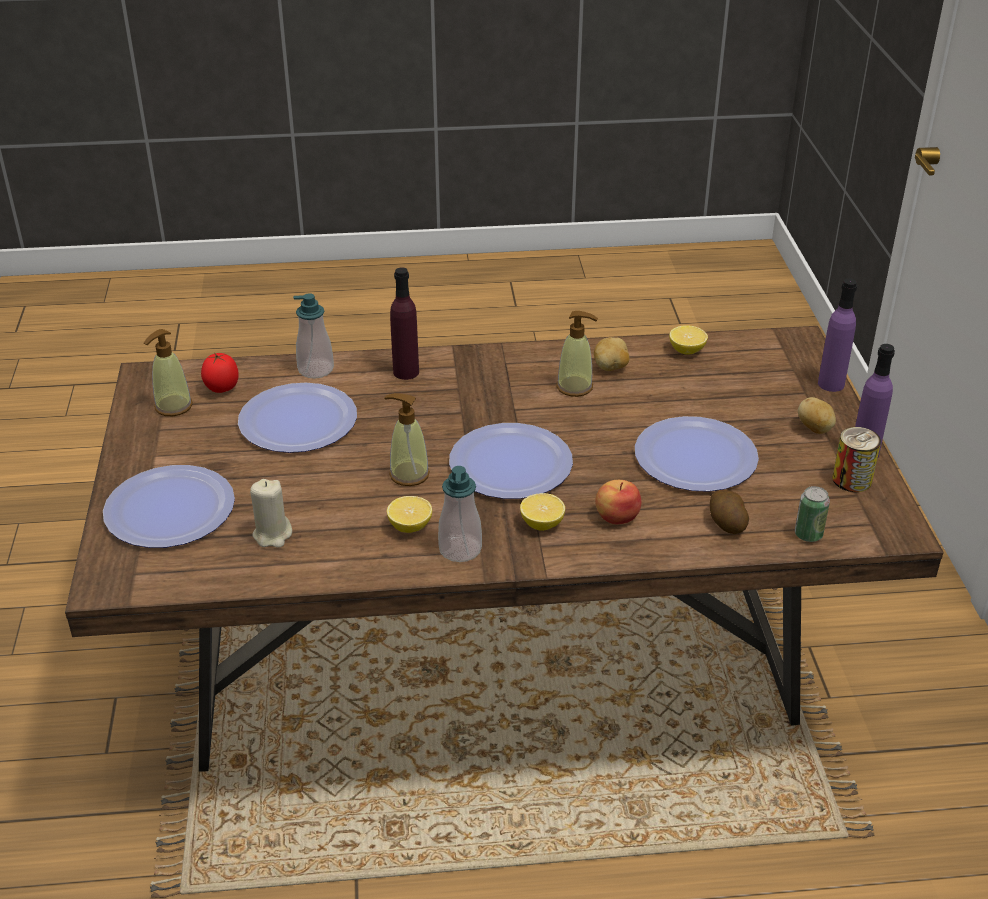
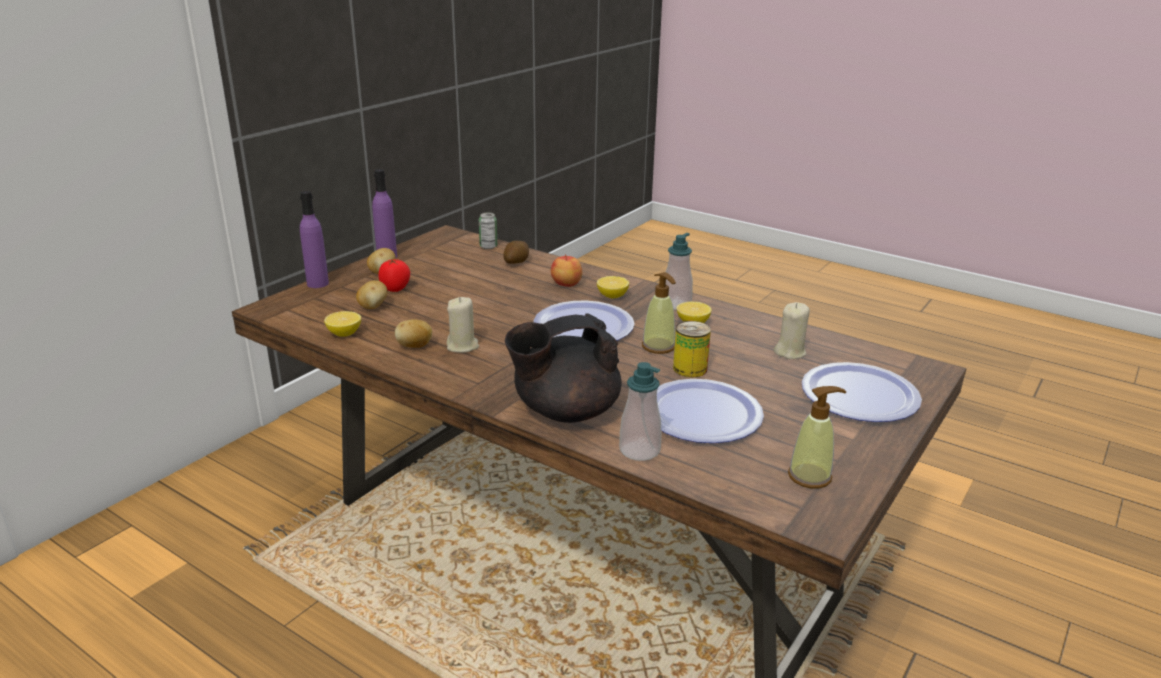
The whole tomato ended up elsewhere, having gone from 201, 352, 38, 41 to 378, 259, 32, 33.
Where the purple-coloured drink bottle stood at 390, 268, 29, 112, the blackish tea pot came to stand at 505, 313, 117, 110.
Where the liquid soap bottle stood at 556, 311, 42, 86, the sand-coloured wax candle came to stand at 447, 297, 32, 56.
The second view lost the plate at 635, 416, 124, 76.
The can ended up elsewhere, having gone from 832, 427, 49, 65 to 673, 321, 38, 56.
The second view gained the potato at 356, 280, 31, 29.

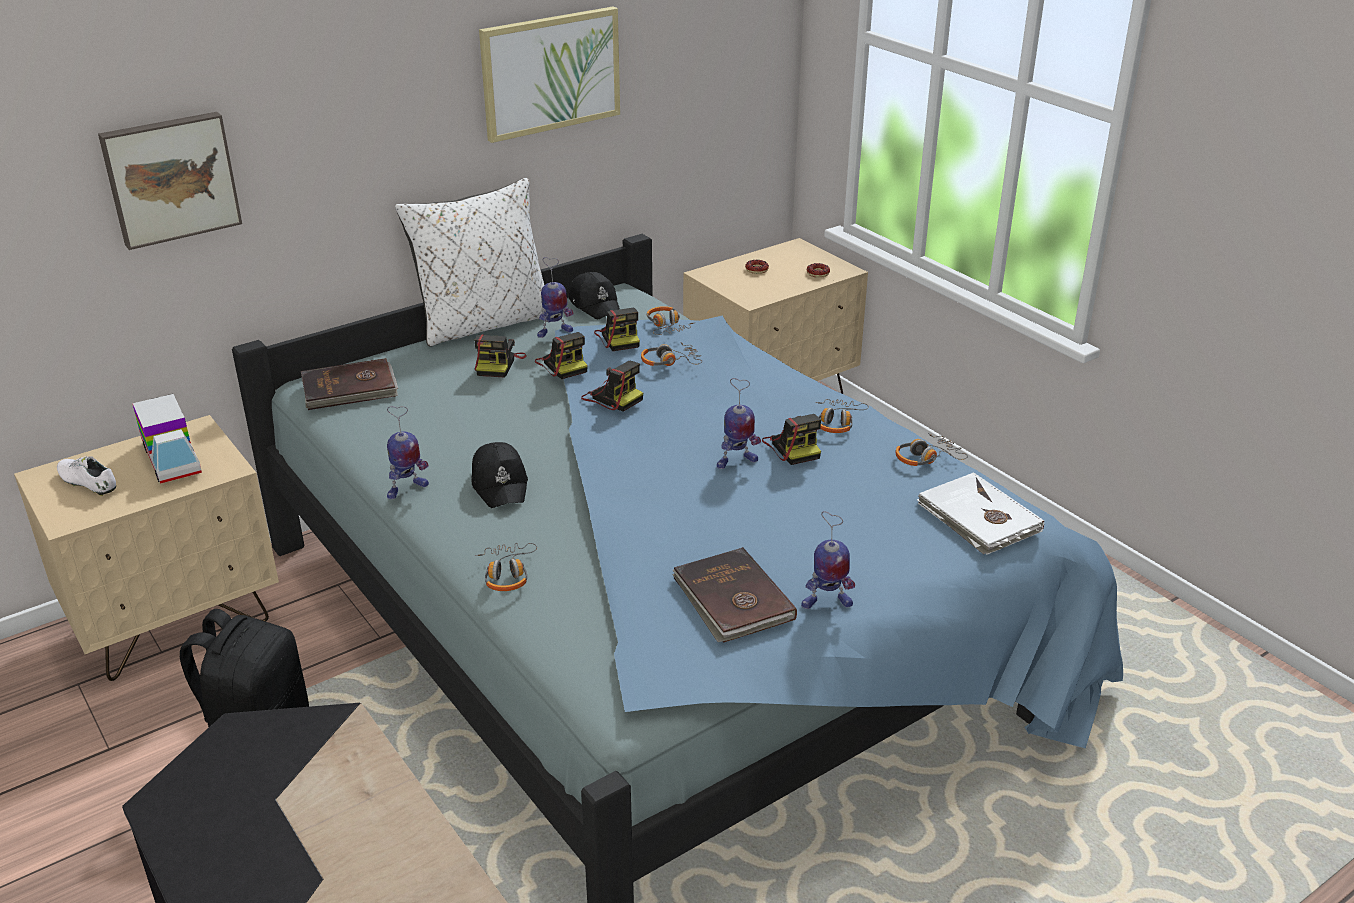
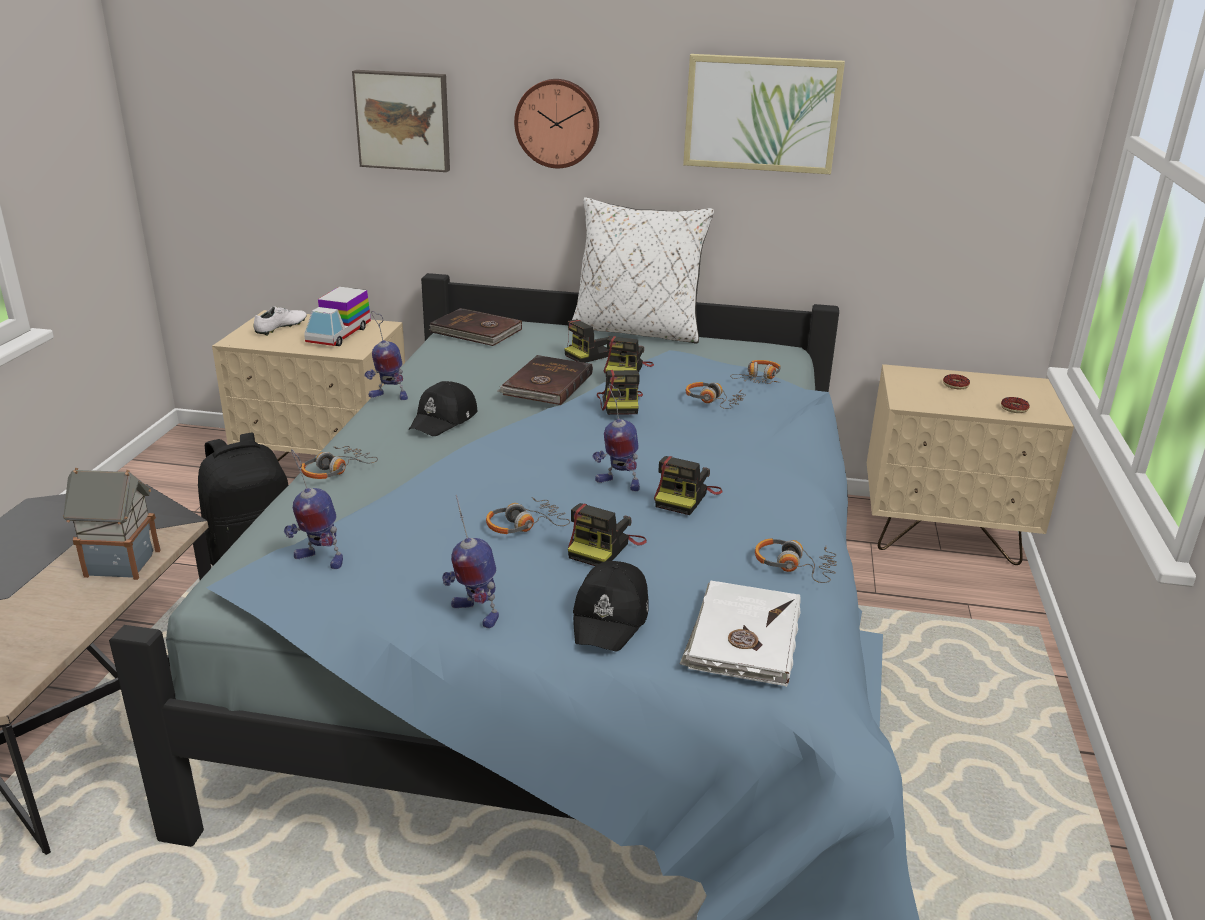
The white-coloured low shoe at 57, 456, 59, 40 ended up facing another way, 45 degrees clockwise from before.
The toy robot ended up elsewhere, having gone from 537, 257, 36, 81 to 284, 449, 59, 120.
The blackish peaked cap ended up elsewhere, having gone from 569, 272, 51, 47 to 573, 561, 76, 90.
The photo camera ended up elsewhere, having gone from 594, 308, 46, 43 to 568, 503, 79, 63.
The brown-coloured volume ended up elsewhere, having gone from 672, 547, 125, 96 to 497, 355, 96, 50.
The pair of headphones ended up elsewhere, having gone from 815, 399, 54, 34 to 486, 497, 84, 37.
The second view gained the miniature house at 63, 468, 98, 112.
The second view gained the clock on the wall at 514, 79, 85, 89.

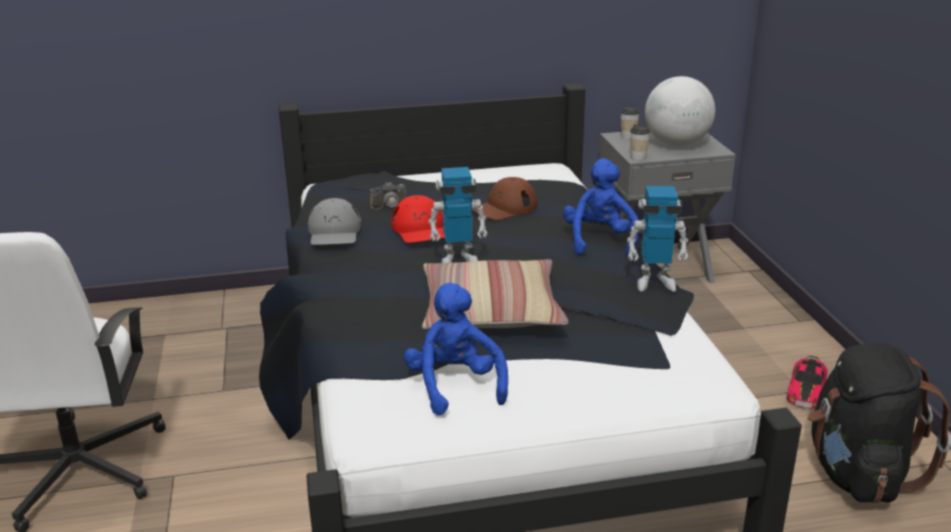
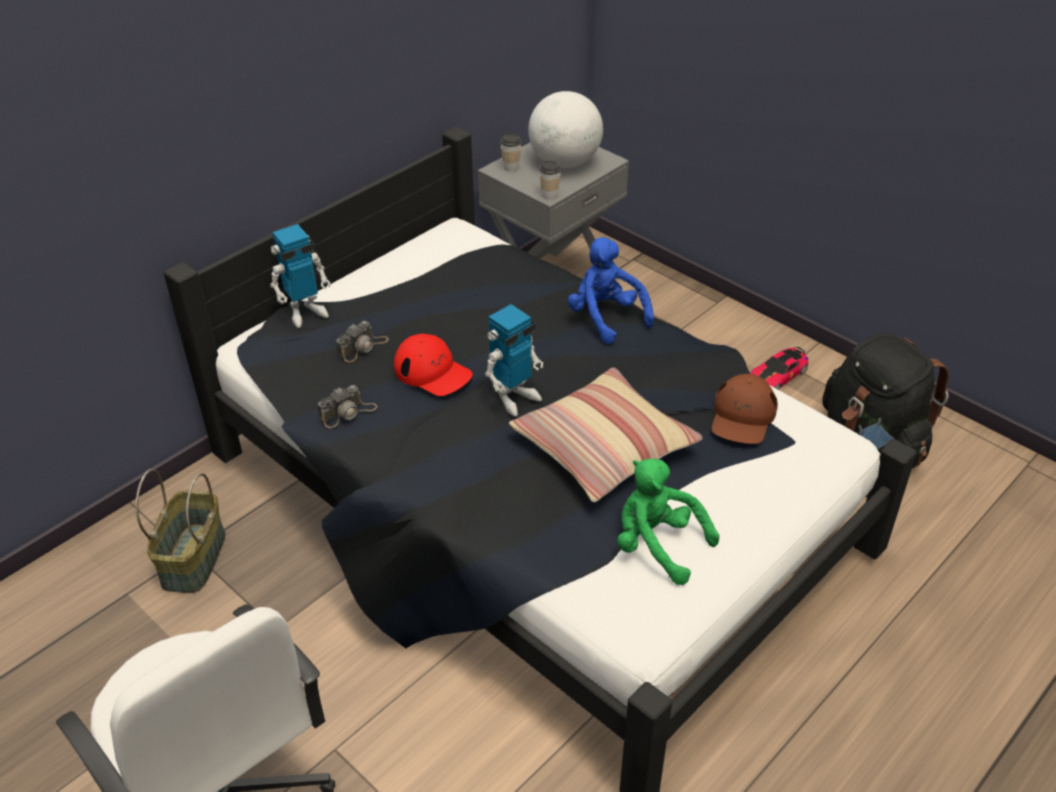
Where the grey peaked cap stood at 308, 198, 53, 47, the photo camera came to stand at 318, 385, 59, 43.
What was the bluish soft toy at 404, 283, 104, 133 turned into the green soft toy at 617, 458, 103, 127.
The brown-coloured peaked cap ended up elsewhere, having gone from 473, 177, 64, 43 to 712, 374, 66, 70.
The toy robot ended up elsewhere, having gone from 627, 186, 62, 106 to 270, 224, 61, 104.
The toy car at 787, 356, 41, 52 ended up facing another way, 60 degrees clockwise from before.
The second view gained the storage basket at 135, 469, 91, 124.

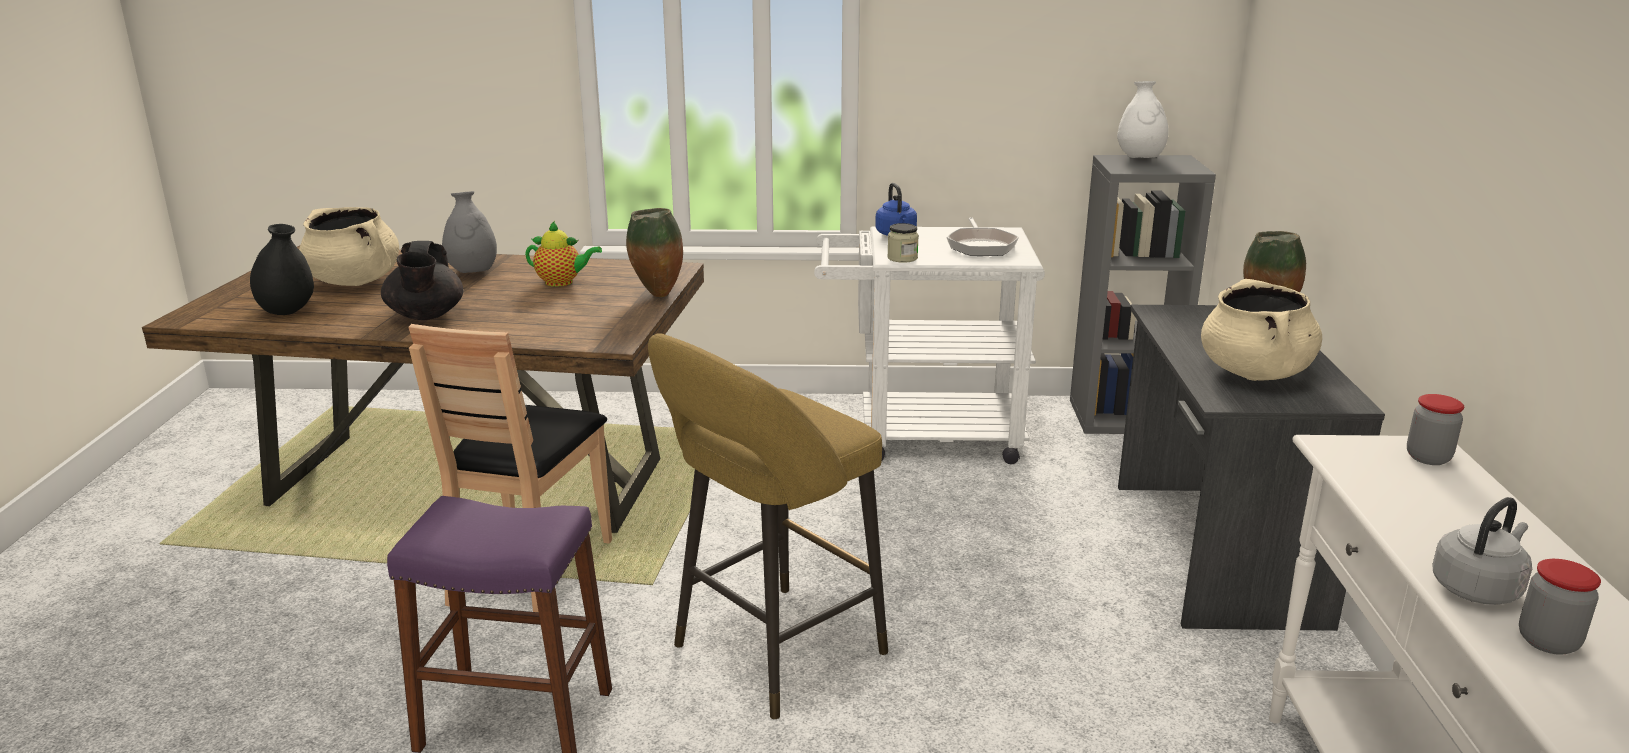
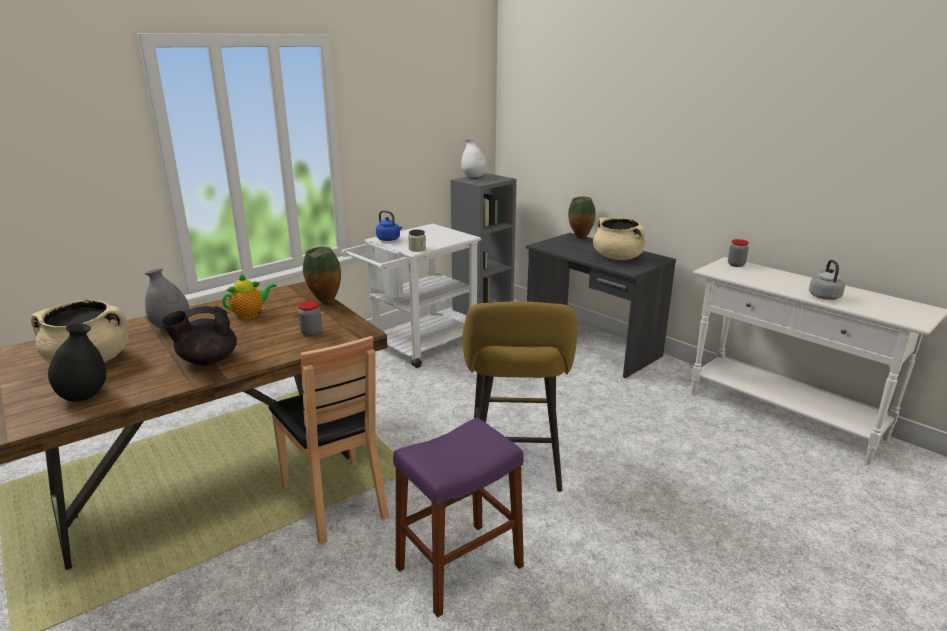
The blackish tea pot at 381, 241, 82, 79 ended up facing another way, 120 degrees clockwise from before.
The second view lost the frying pan at 946, 217, 73, 39.
The jar ended up elsewhere, having gone from 1519, 559, 82, 96 to 298, 301, 24, 35.

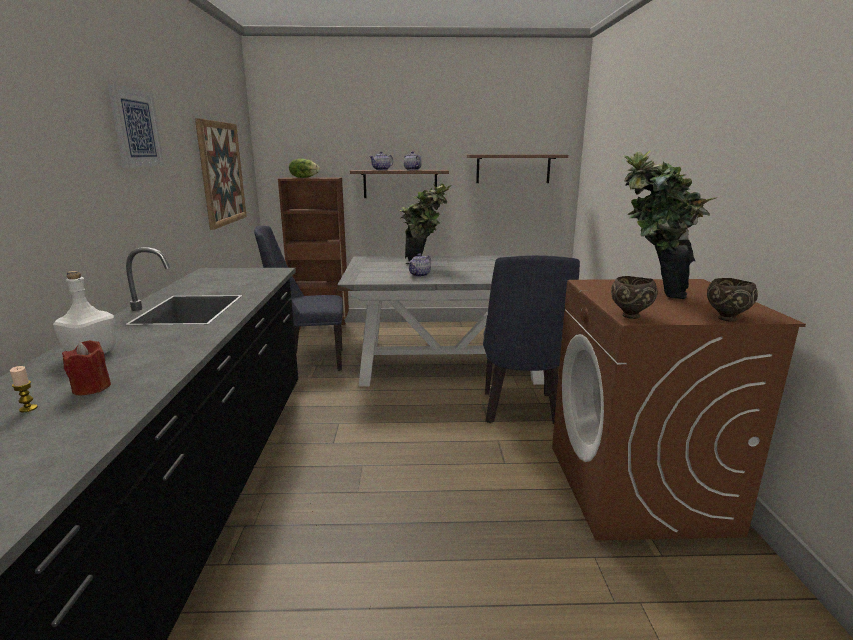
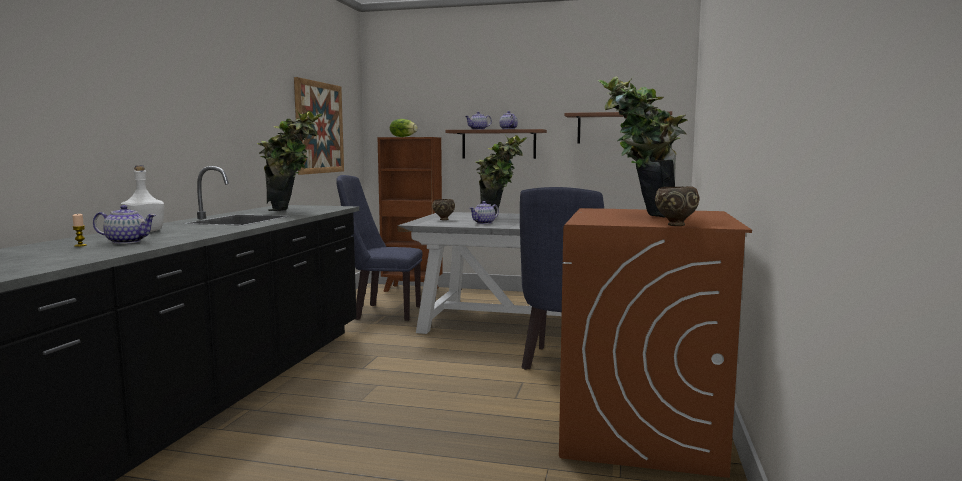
Where the red wax candle stood at 62, 340, 49, 55, the tea pot came to stand at 93, 205, 63, 39.
The second view lost the wall art at 108, 85, 56, 83.
The brown-coloured bowl ended up elsewhere, having gone from 611, 276, 47, 43 to 432, 199, 23, 21.
The second view gained the houseplant at 257, 110, 65, 101.

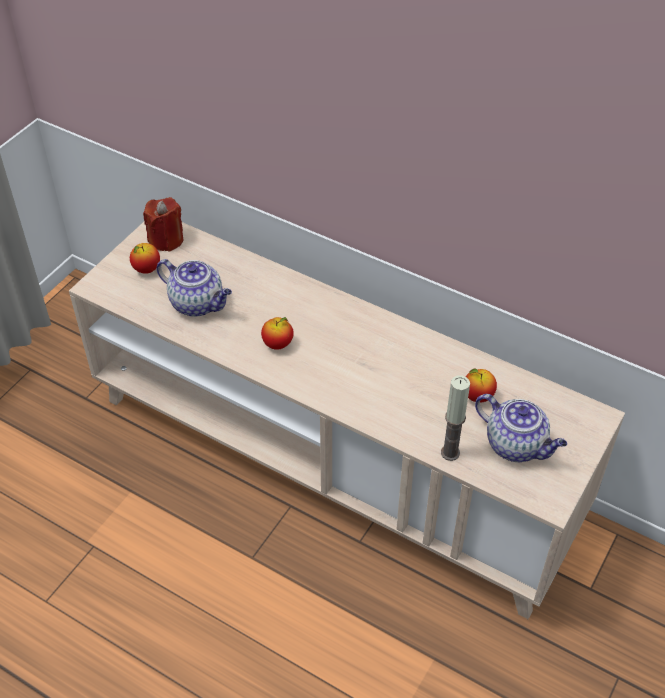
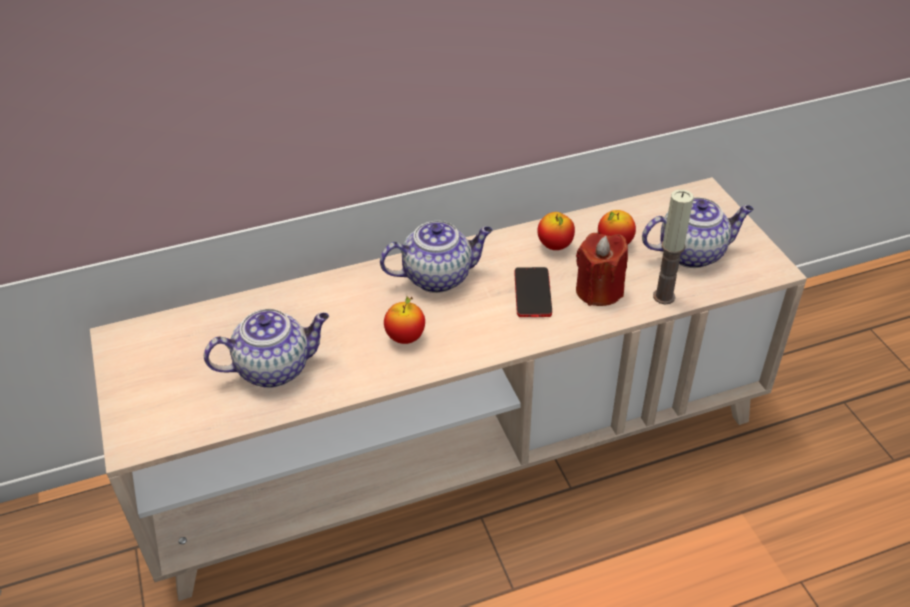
The apple fruit ended up elsewhere, having gone from 130, 243, 30, 31 to 537, 212, 38, 38.
The red wax candle ended up elsewhere, having gone from 143, 197, 40, 55 to 576, 233, 52, 73.
The second view gained the tea pot at 380, 221, 113, 72.
The second view gained the phone at 514, 267, 38, 50.

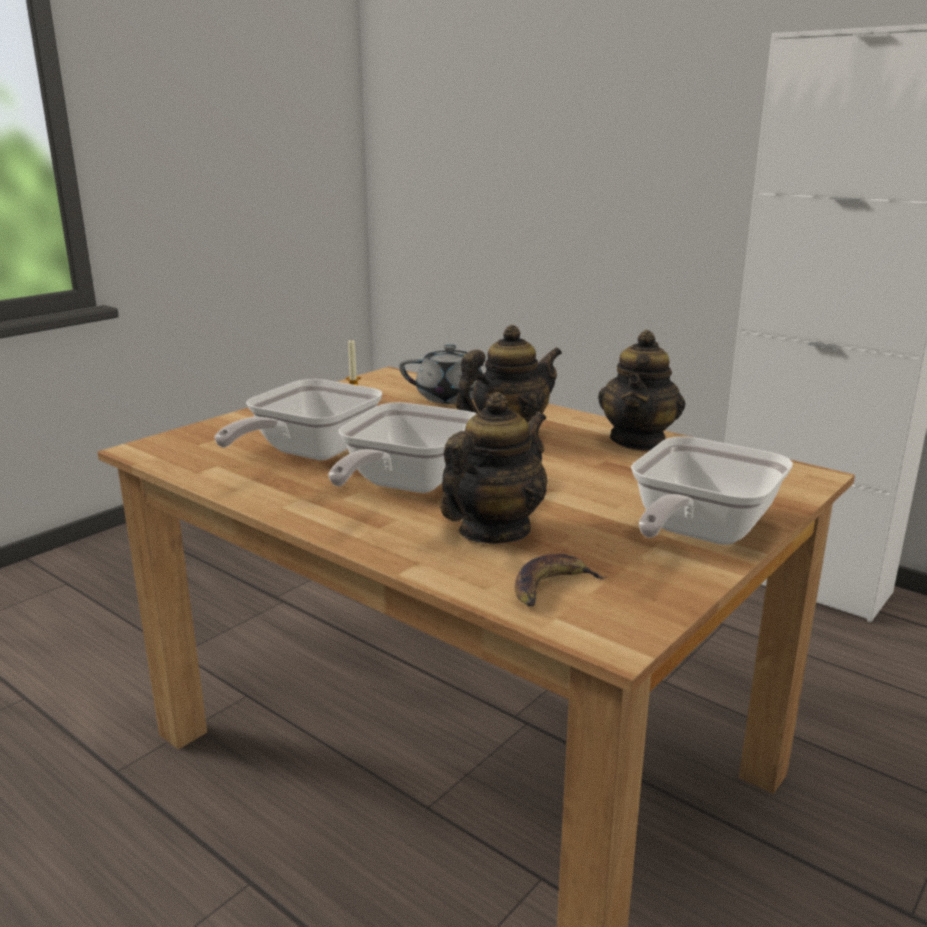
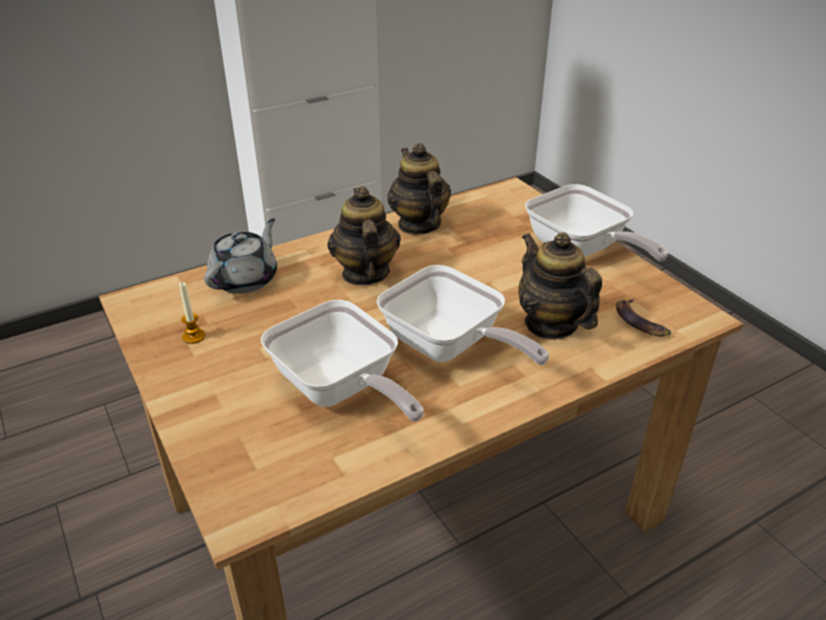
The tea pot at 598, 330, 88, 121 ended up facing another way, 150 degrees counterclockwise from before.

